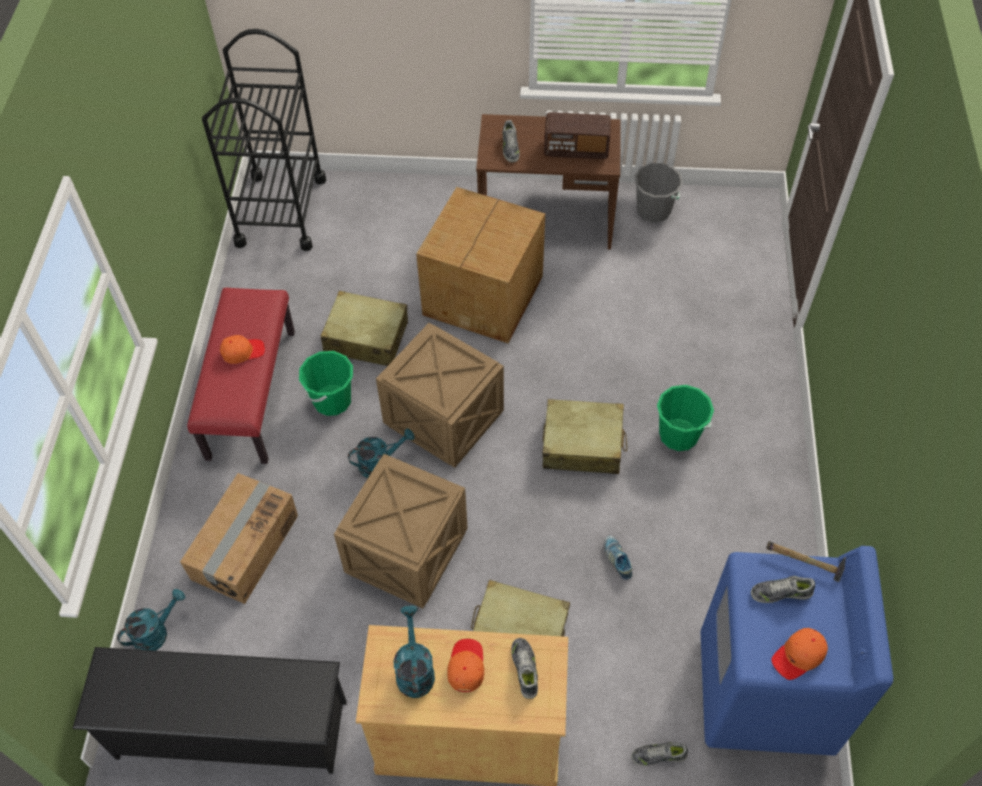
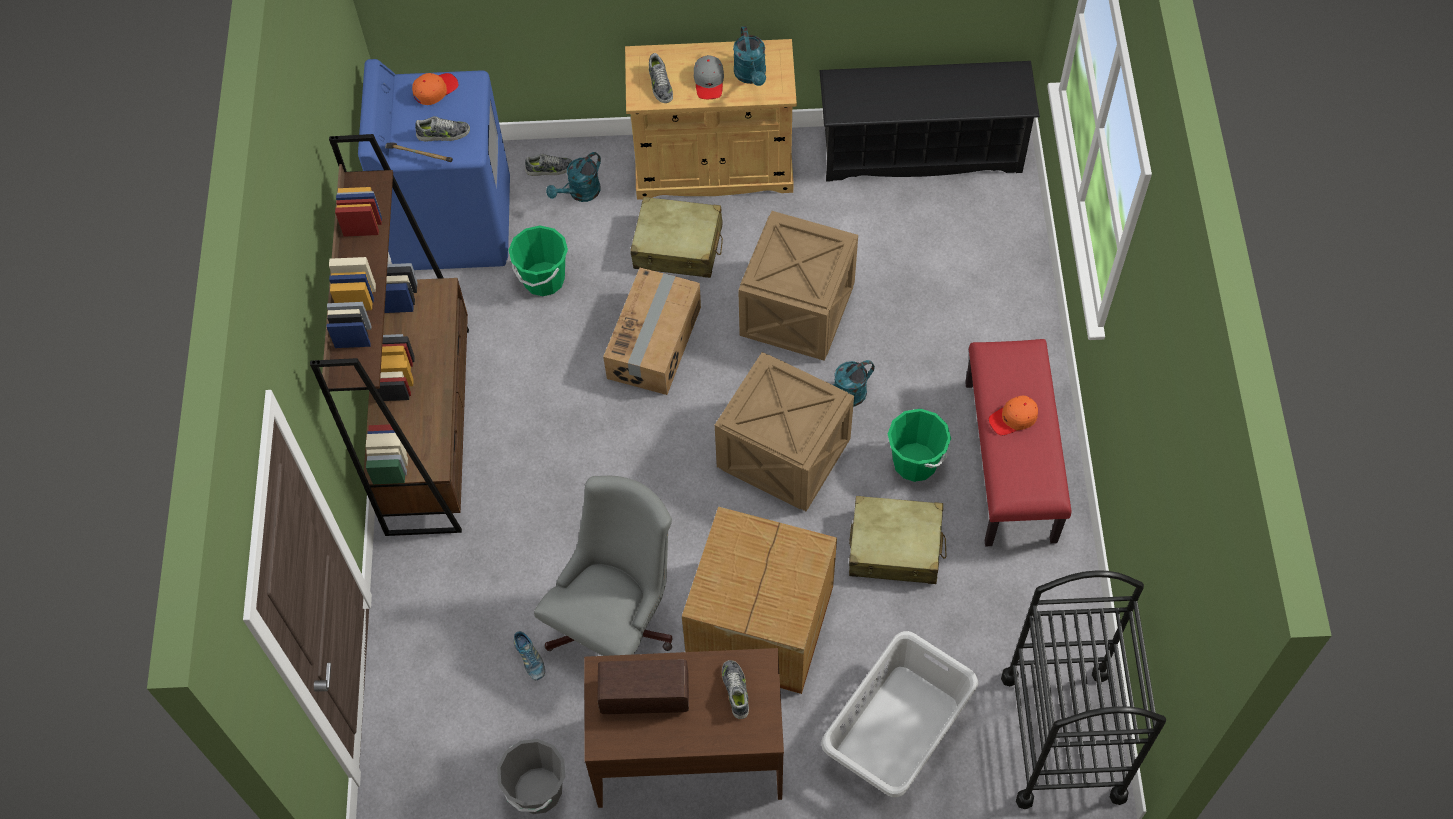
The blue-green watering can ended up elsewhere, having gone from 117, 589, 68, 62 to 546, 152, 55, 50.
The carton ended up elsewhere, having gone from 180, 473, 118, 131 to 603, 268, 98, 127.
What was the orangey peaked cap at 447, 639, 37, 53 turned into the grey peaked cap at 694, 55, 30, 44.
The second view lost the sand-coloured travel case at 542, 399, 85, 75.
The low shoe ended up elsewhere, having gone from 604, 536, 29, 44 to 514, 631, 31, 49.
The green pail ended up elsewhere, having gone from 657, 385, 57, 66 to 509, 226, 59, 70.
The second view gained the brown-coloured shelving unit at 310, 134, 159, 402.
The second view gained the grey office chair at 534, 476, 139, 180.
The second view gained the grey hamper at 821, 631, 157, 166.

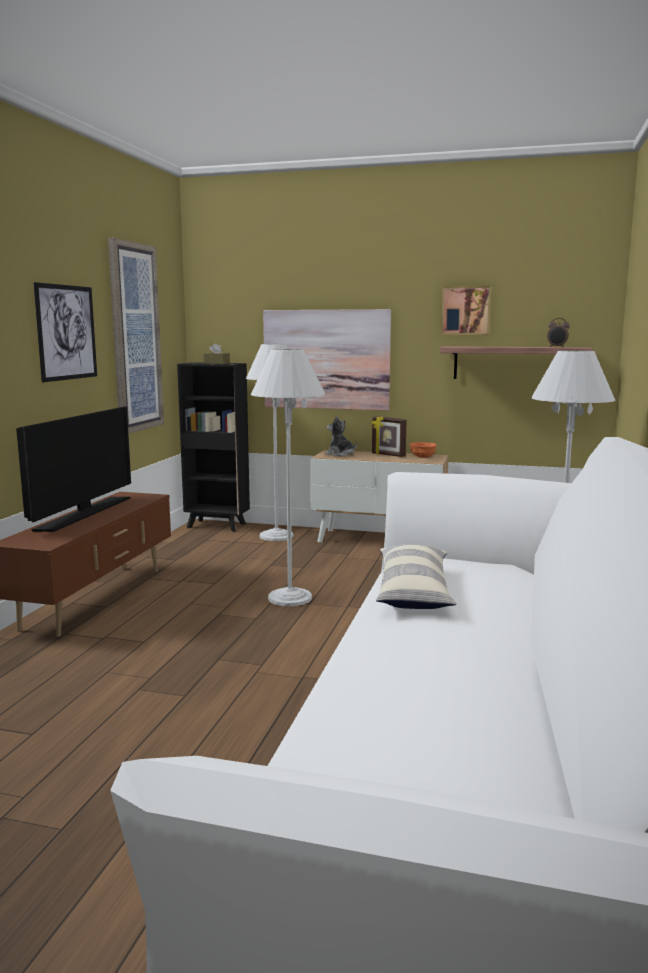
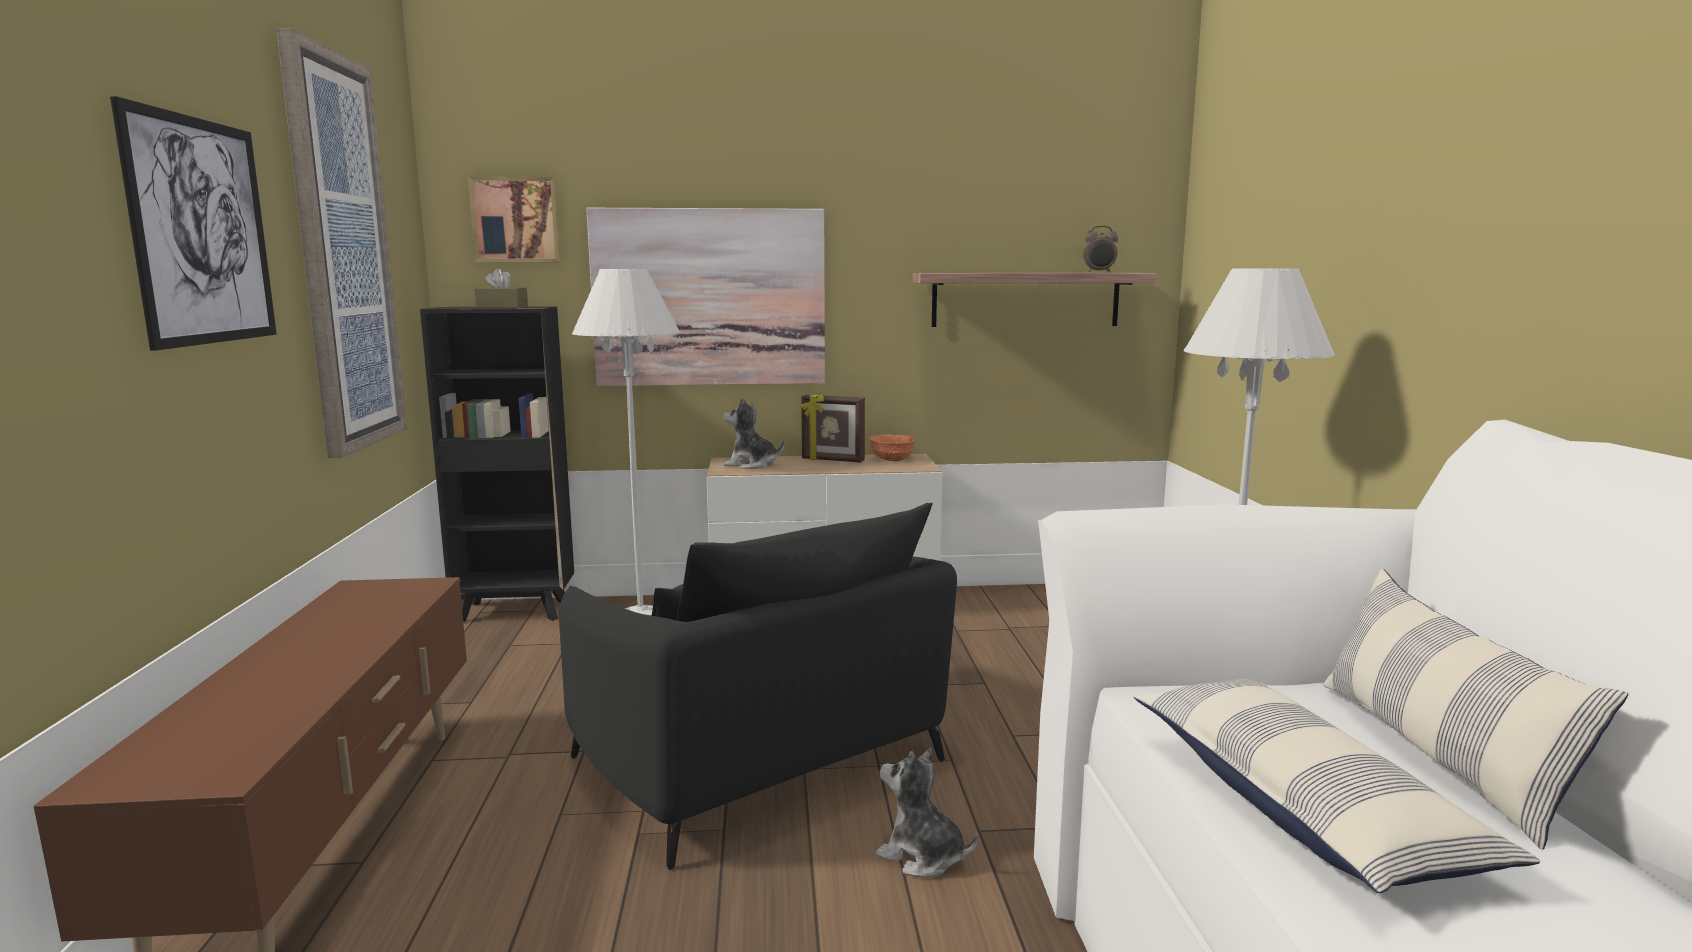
The second view lost the TV at 16, 406, 115, 126.
Where the white-coloured floor lamp stood at 251, 349, 74, 257, the blackish easy chair came to stand at 558, 503, 399, 367.
The wall art ended up elsewhere, having gone from 441, 286, 50, 49 to 468, 176, 93, 86.
The second view gained the soft toy at 876, 747, 103, 131.
The second view gained the cushion at 1323, 569, 305, 280.

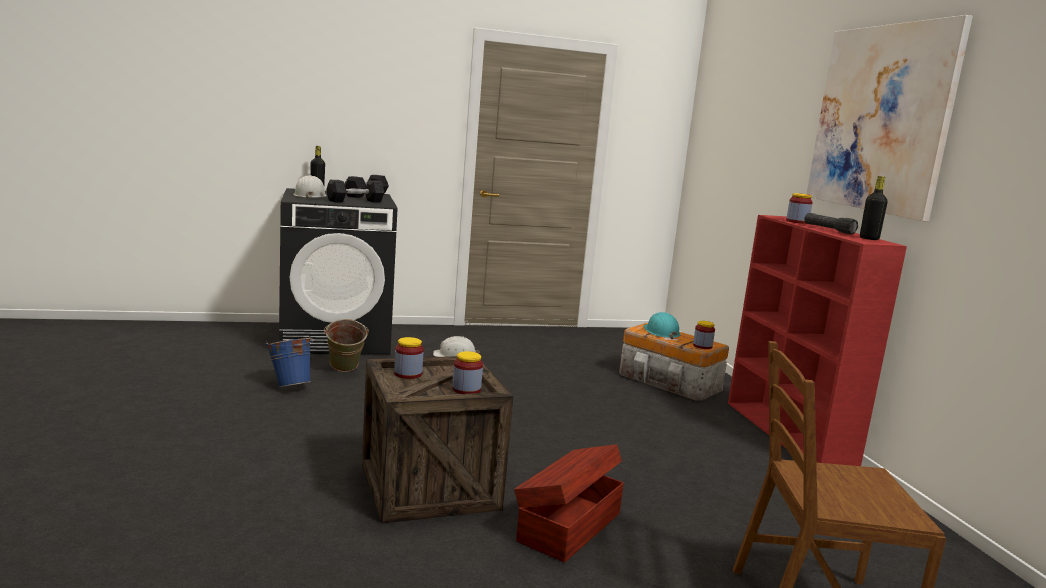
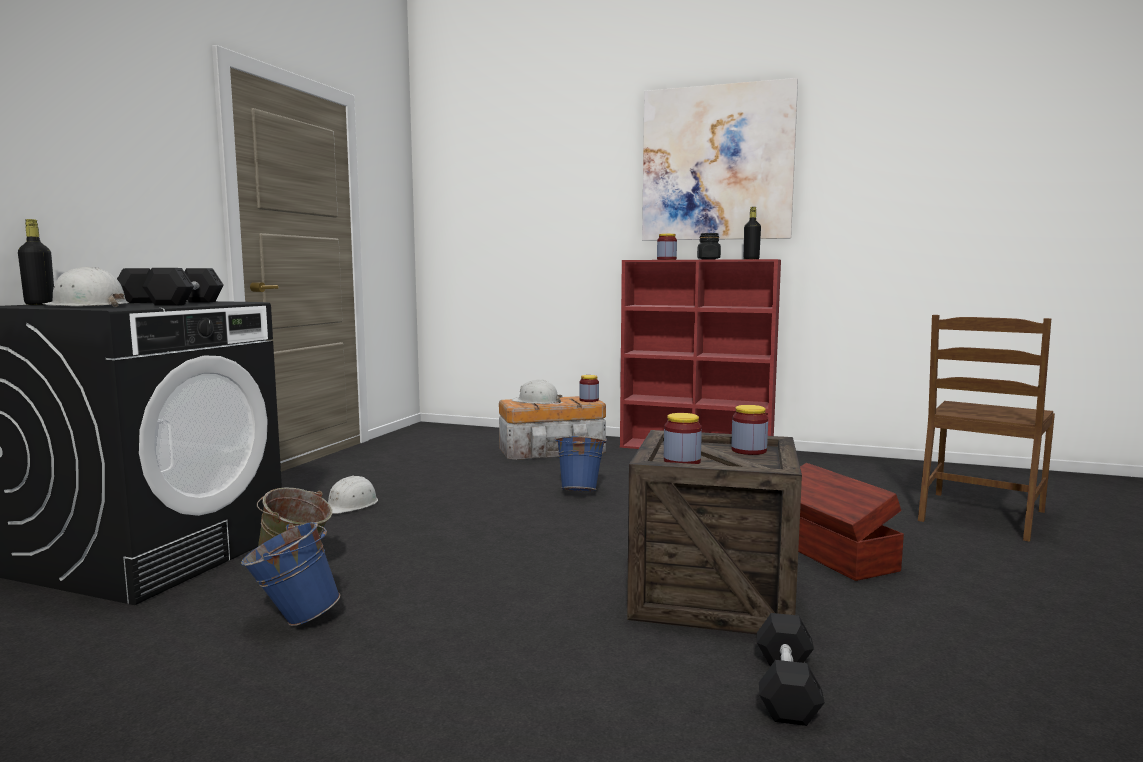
What was the blue-green safety helmet at 643, 312, 38, 27 turned into the white-coloured safety helmet at 512, 380, 50, 24.
Where the blackish torch stood at 804, 213, 54, 21, the blackish jar came to stand at 697, 233, 24, 27.
The second view gained the bluish pail at 555, 436, 52, 55.
The second view gained the blackish hand weight at 756, 613, 69, 113.

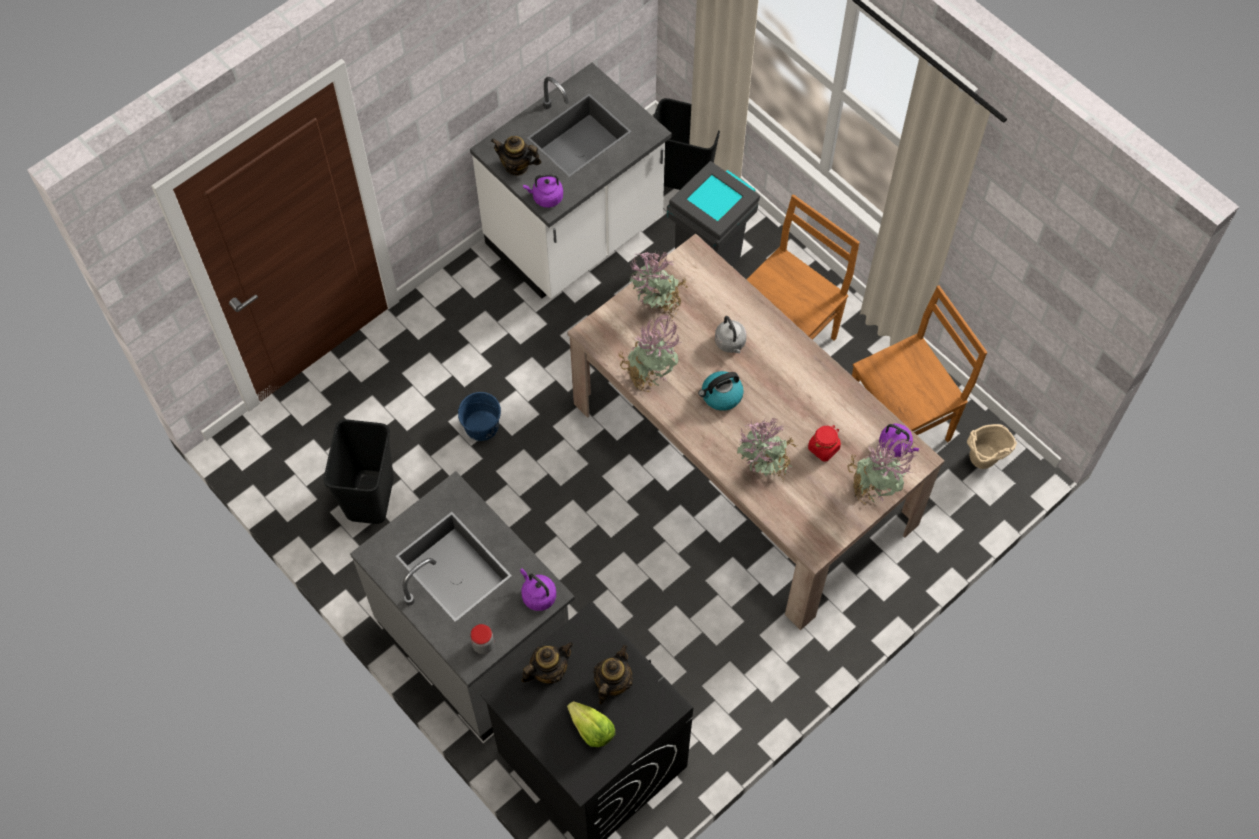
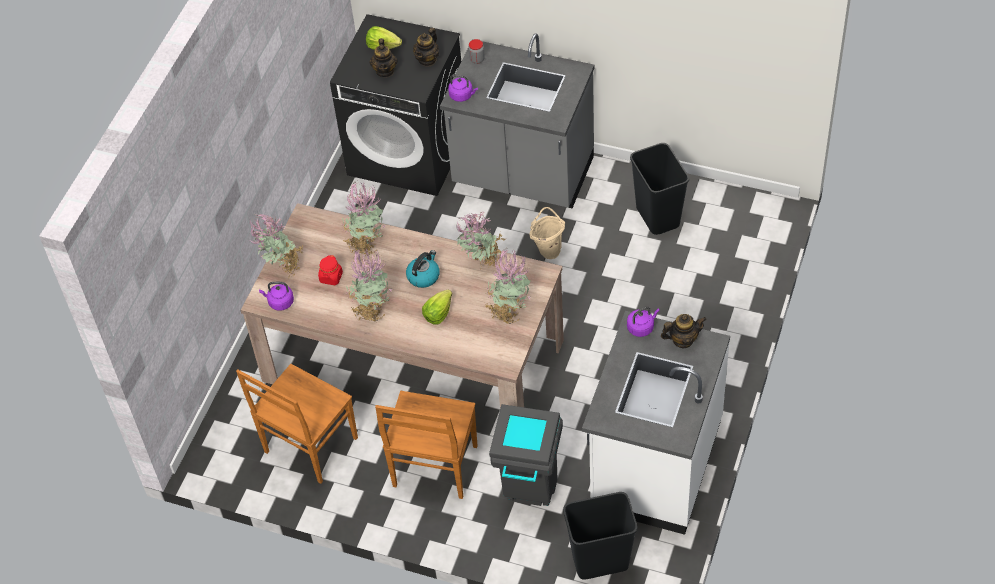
The second view lost the bluish pail at 458, 392, 43, 49.
Where the grey tea kettle stood at 715, 316, 32, 37, the lettuce head came to stand at 422, 290, 30, 35.
The sand-coloured pail ended up elsewhere, having gone from 967, 424, 50, 45 to 530, 207, 35, 52.
The second view gained the houseplant at 346, 248, 46, 74.

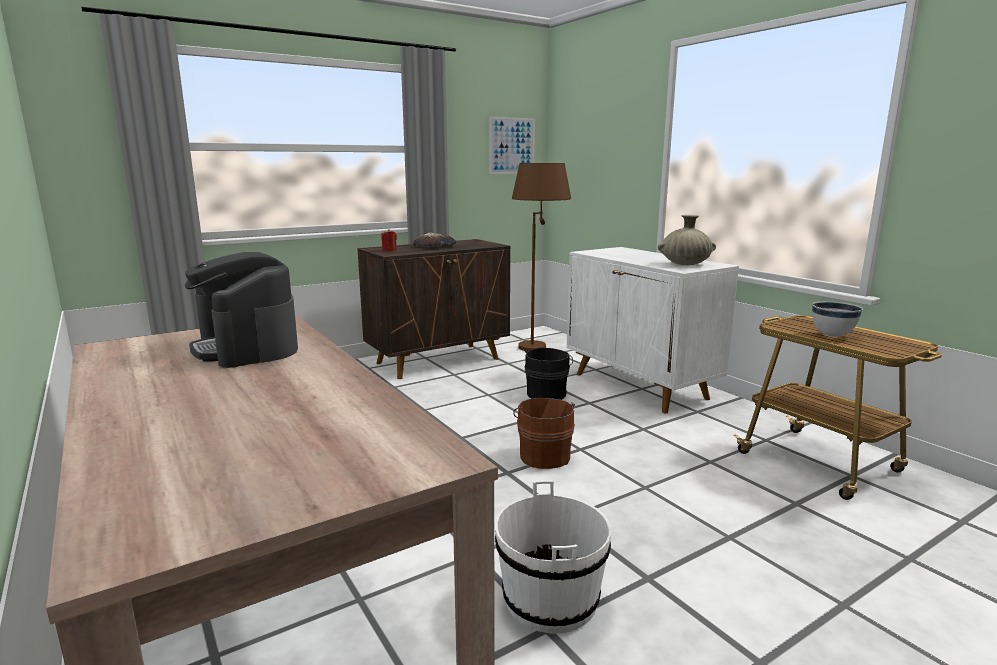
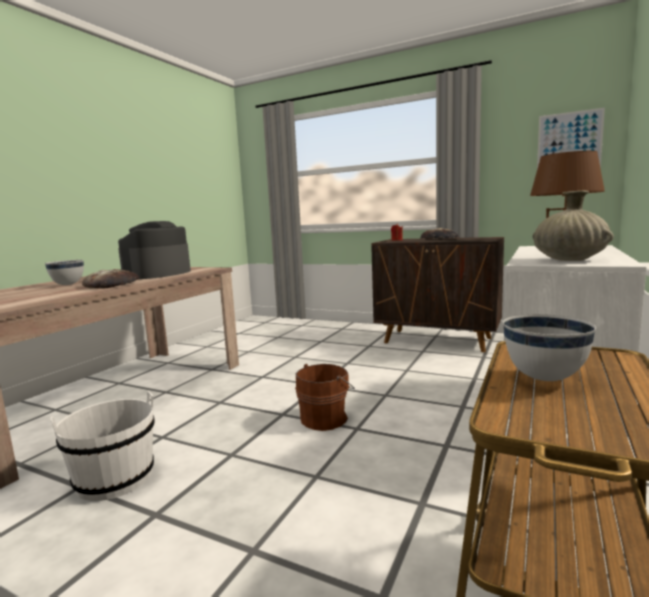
The second view lost the blackish pail at 525, 348, 48, 52.
The second view gained the white-coloured bowl at 45, 260, 39, 25.
The second view gained the bakery bread at 82, 269, 58, 20.

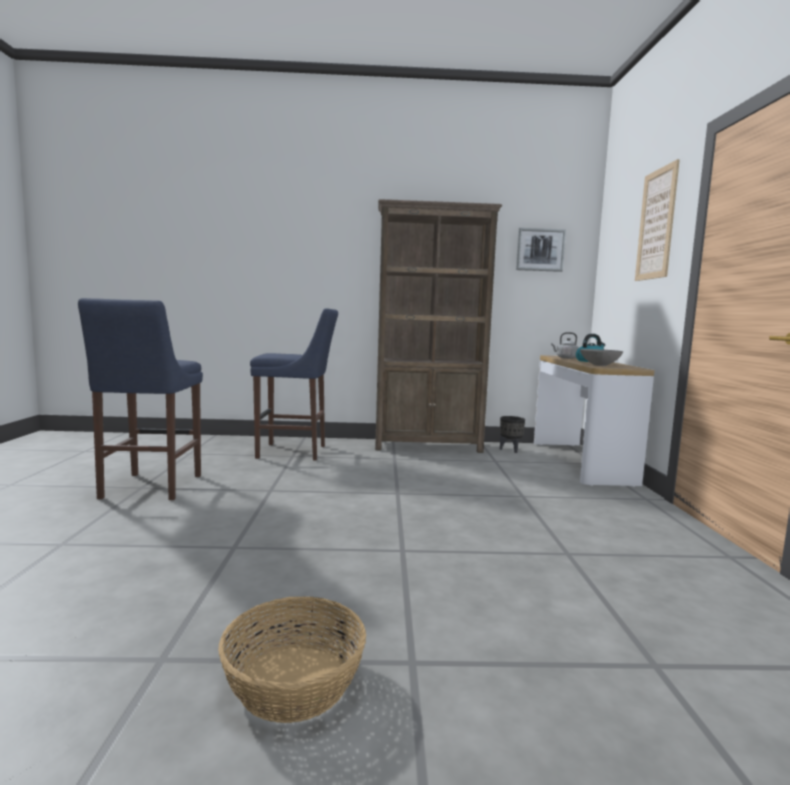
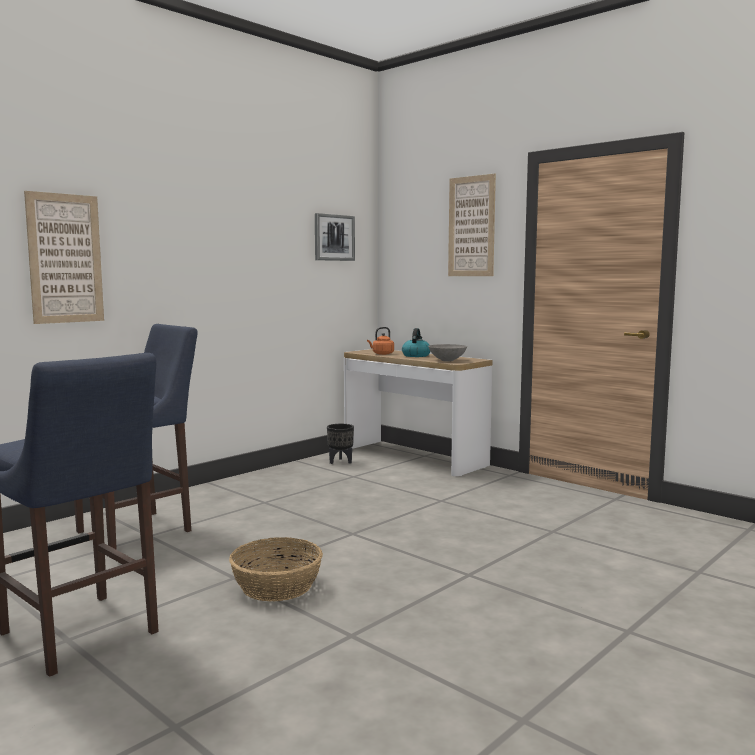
The storage basket ended up elsewhere, having gone from 218, 597, 148, 126 to 229, 537, 94, 64.
The second view lost the brown-coloured shelving unit at 375, 199, 127, 254.
What was the grey tea kettle at 551, 332, 28, 27 turned into the orangey tea kettle at 367, 327, 27, 28.
The second view gained the wall art at 24, 191, 80, 133.

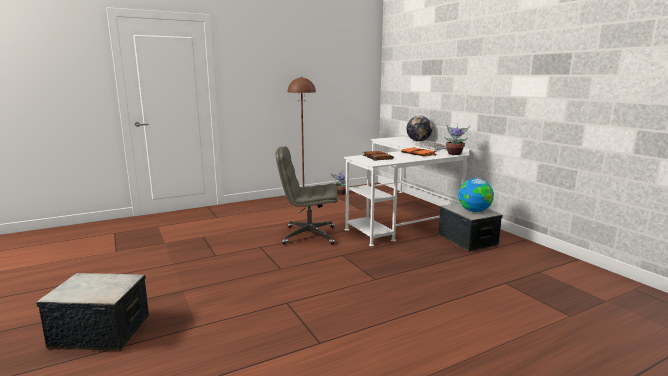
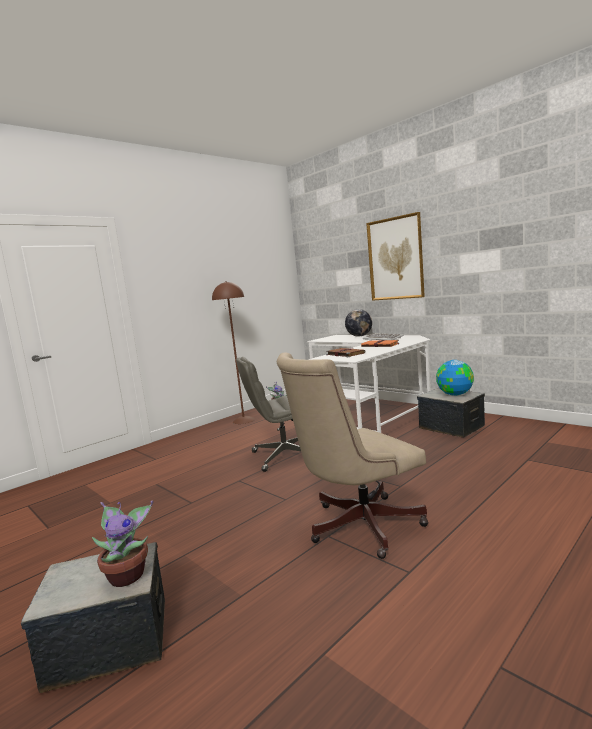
The houseplant ended up elsewhere, having gone from 444, 123, 26, 32 to 92, 500, 61, 87.
The second view gained the sand-coloured office chair at 277, 352, 152, 207.
The second view gained the wall art at 366, 212, 59, 89.

